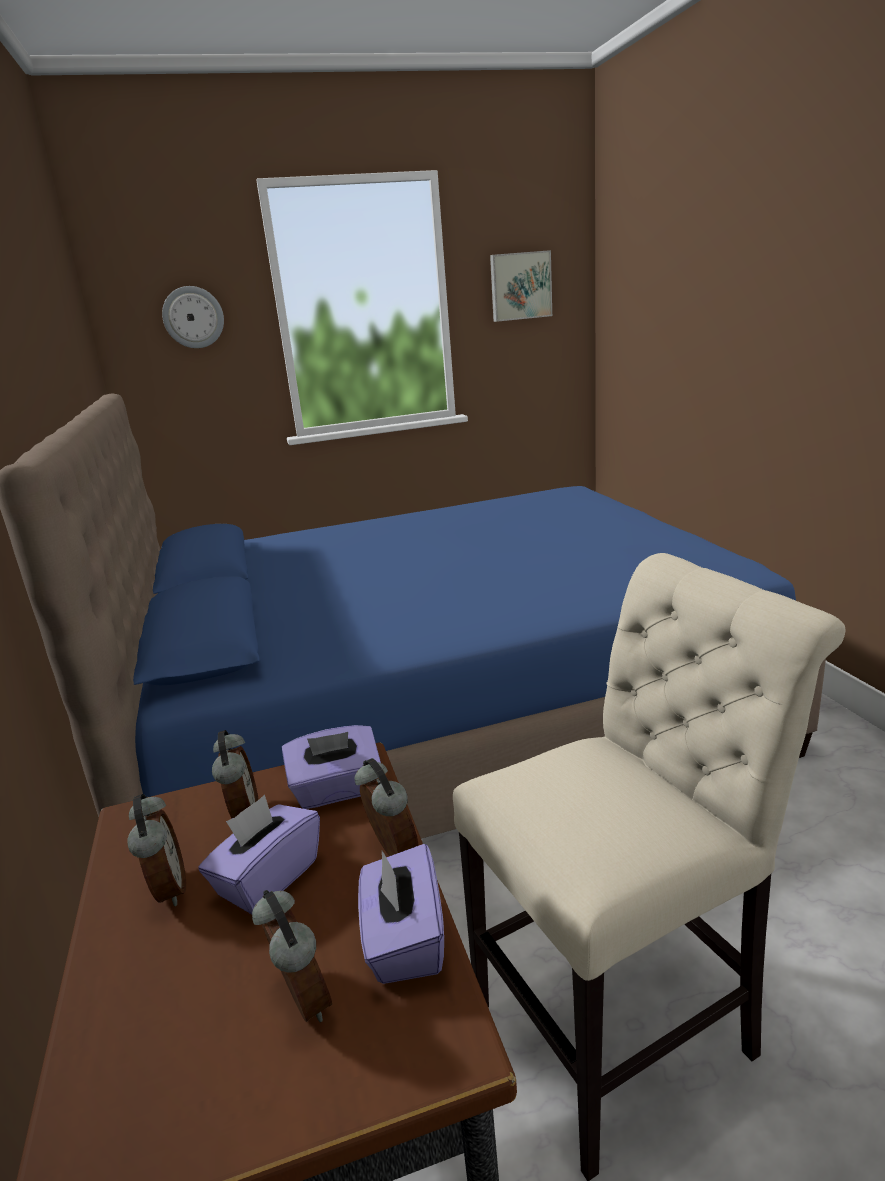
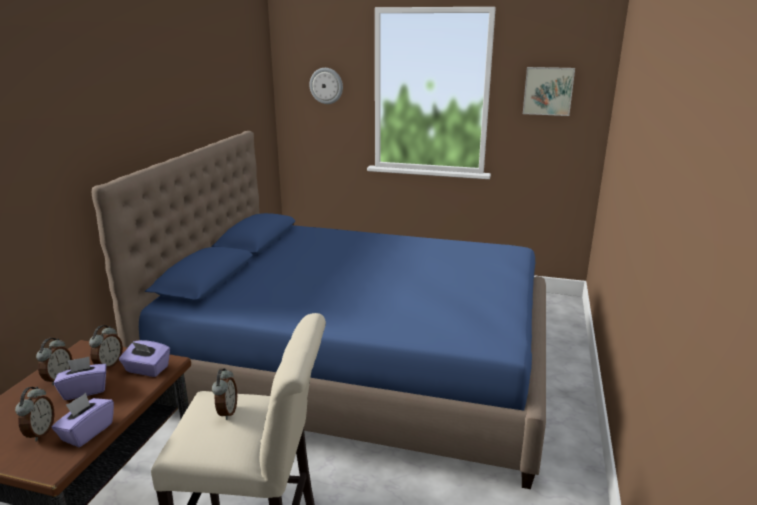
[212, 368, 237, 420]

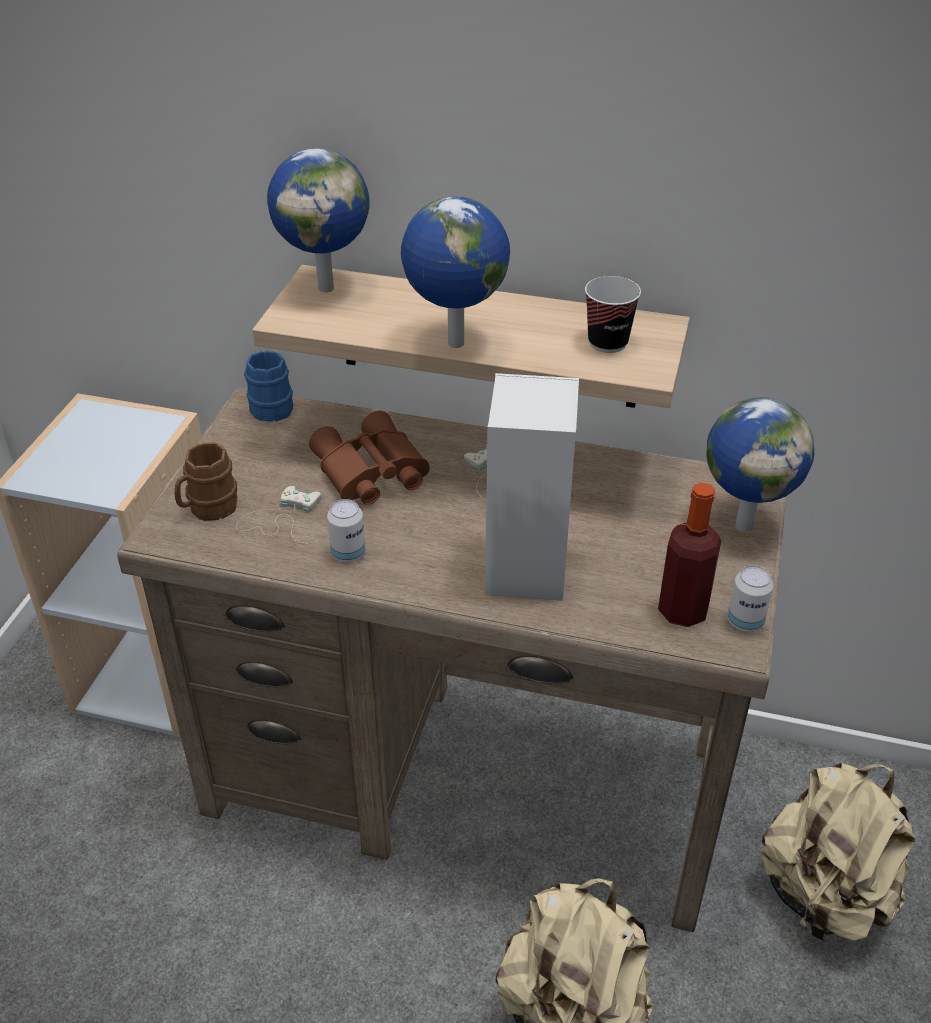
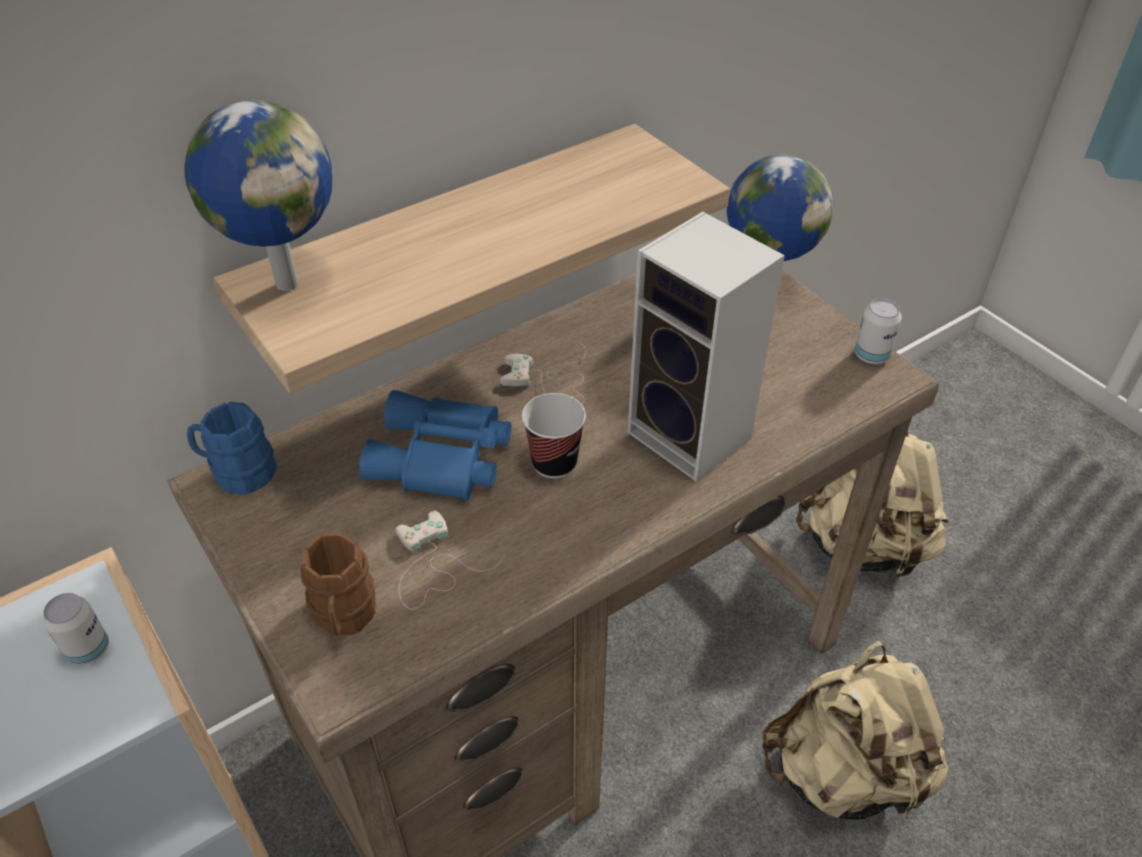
[401, 196, 510, 348] (first image)
[522, 393, 586, 479]
[359, 390, 511, 501]
[658, 482, 721, 627] (first image)
[43, 593, 109, 666]

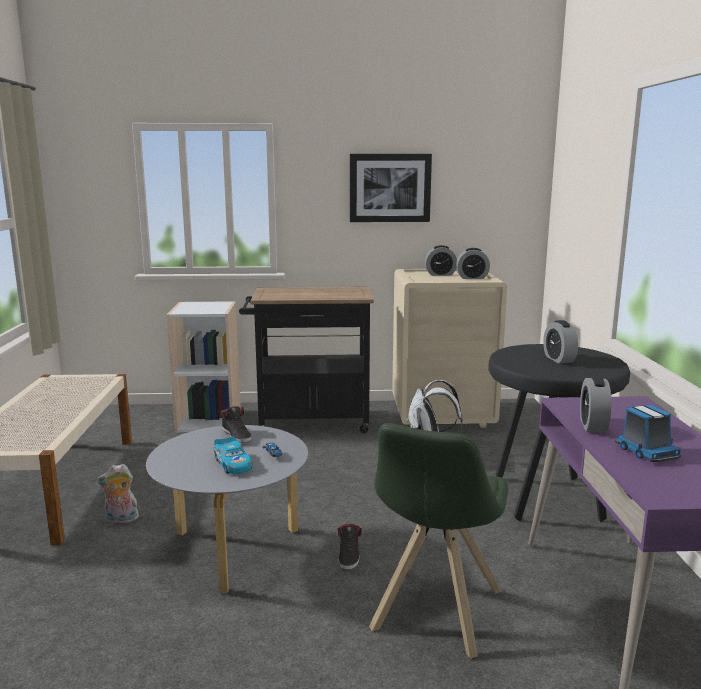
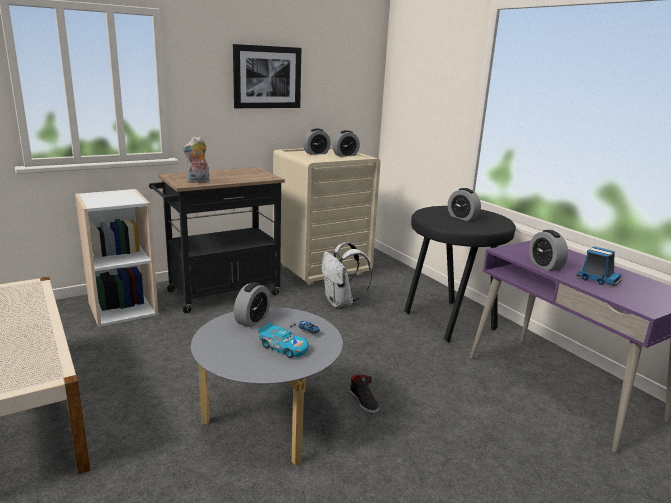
[234, 282, 271, 328]
[369, 423, 508, 659] (first image)
[182, 136, 209, 183]

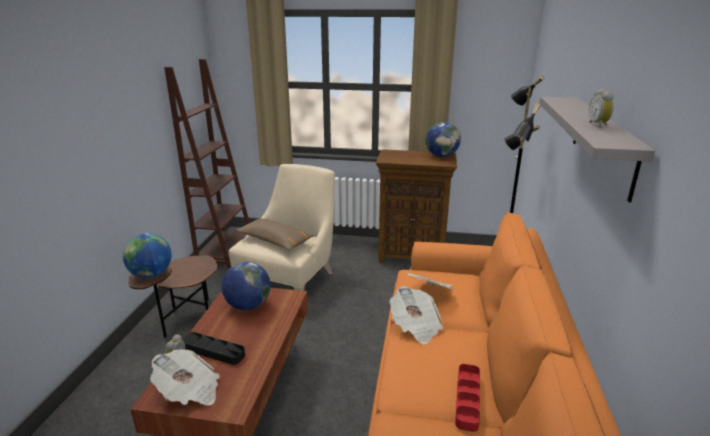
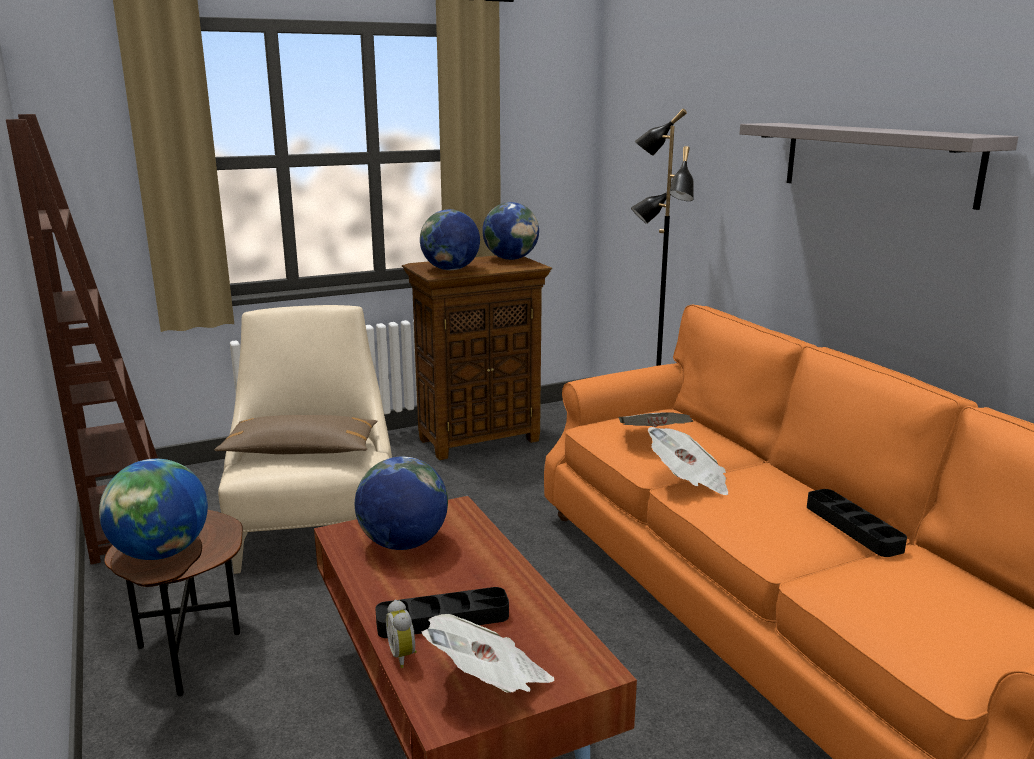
[589, 89, 614, 128] (first image)
[807, 489, 907, 557]
[420, 209, 480, 270]

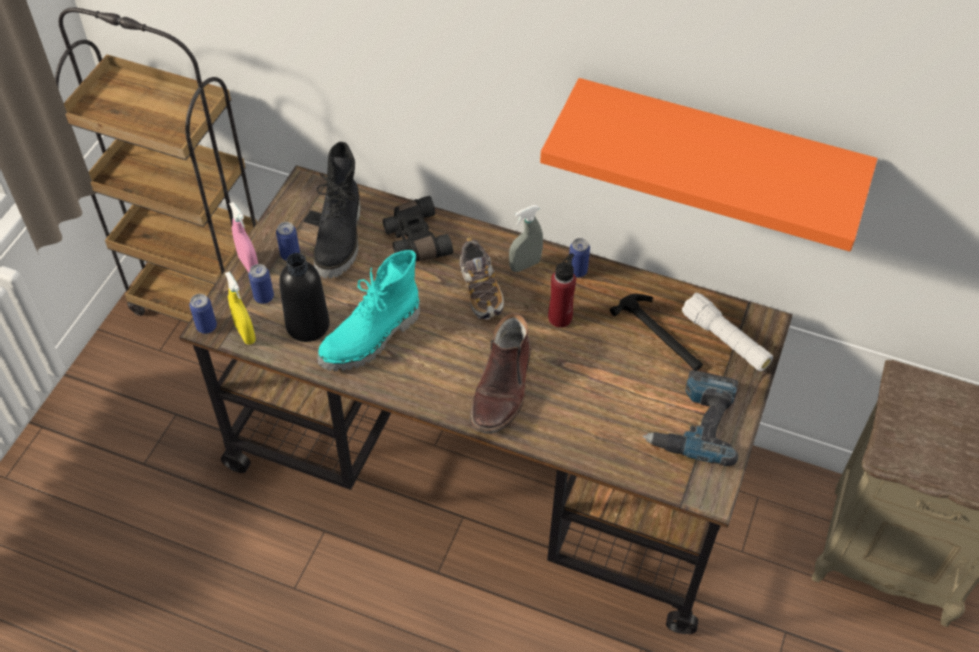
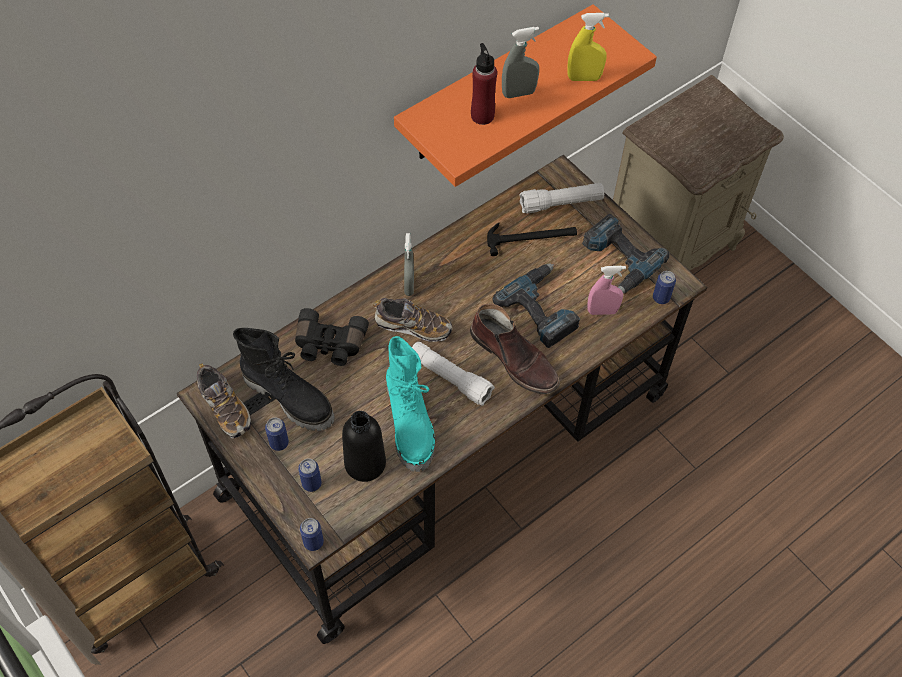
[587, 266, 626, 315]
[653, 271, 676, 304]
[471, 43, 497, 125]
[567, 13, 609, 81]
[502, 27, 539, 98]
[493, 263, 581, 348]
[412, 342, 495, 405]
[197, 363, 251, 438]

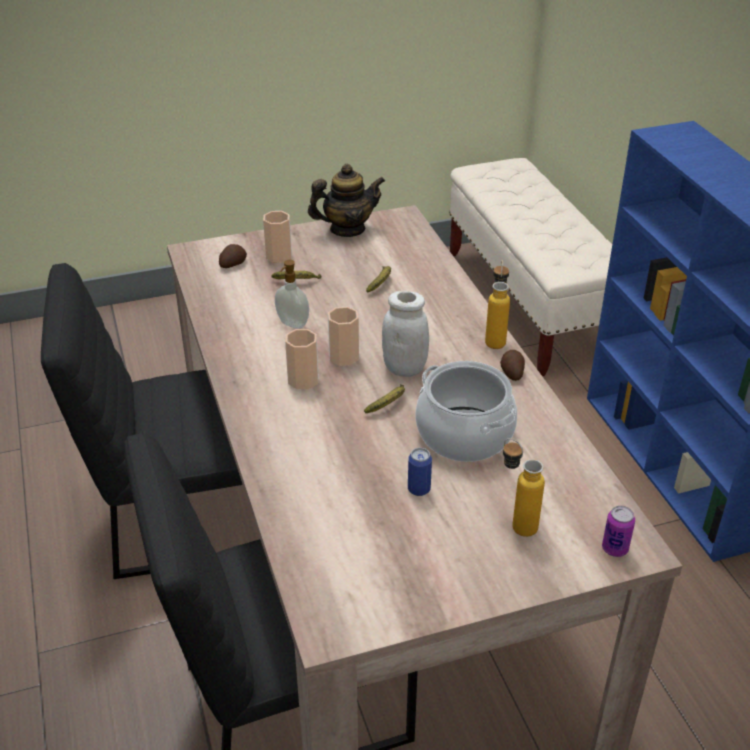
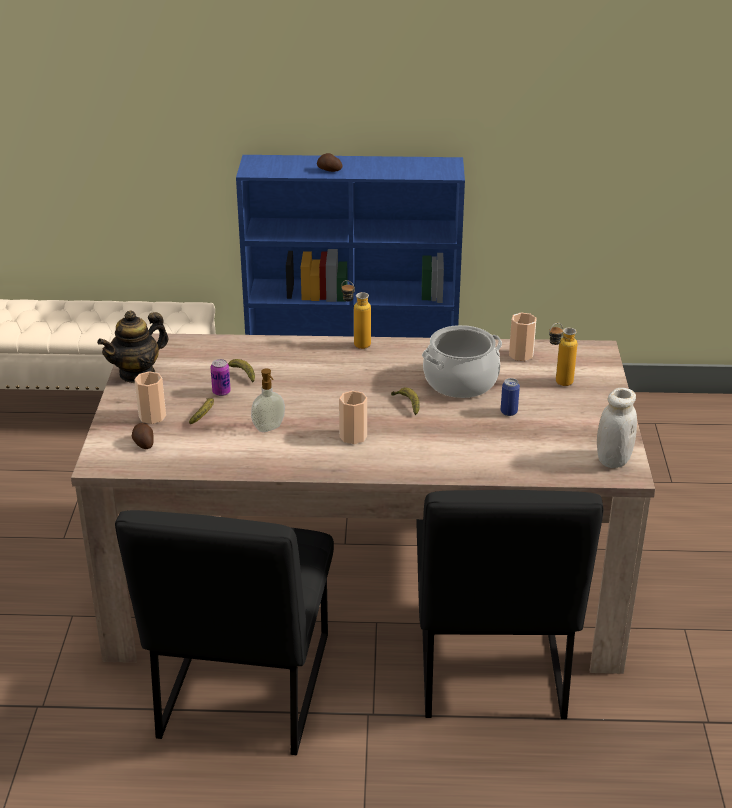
[97, 310, 169, 383]
[597, 388, 637, 468]
[509, 313, 537, 361]
[317, 153, 342, 172]
[211, 359, 231, 396]

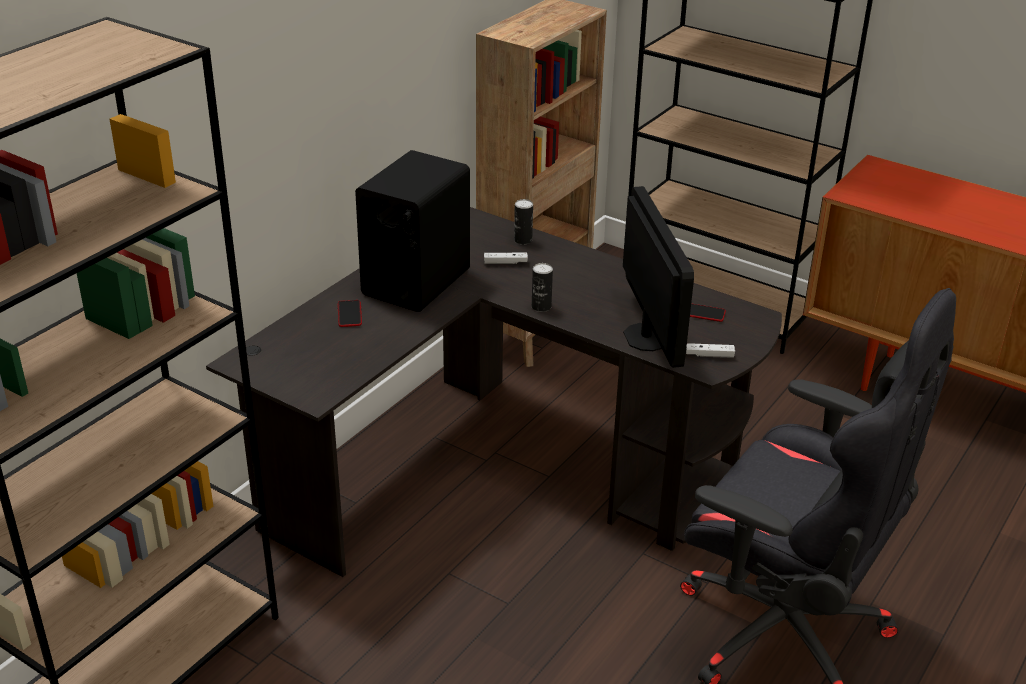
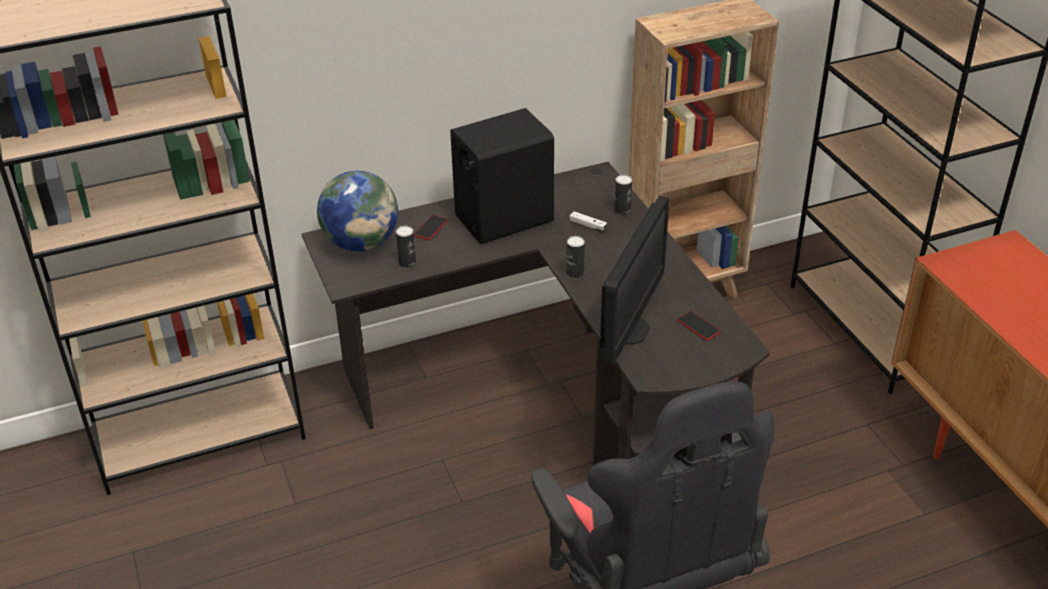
[686, 343, 735, 358] (first image)
[317, 171, 398, 252]
[396, 226, 416, 268]

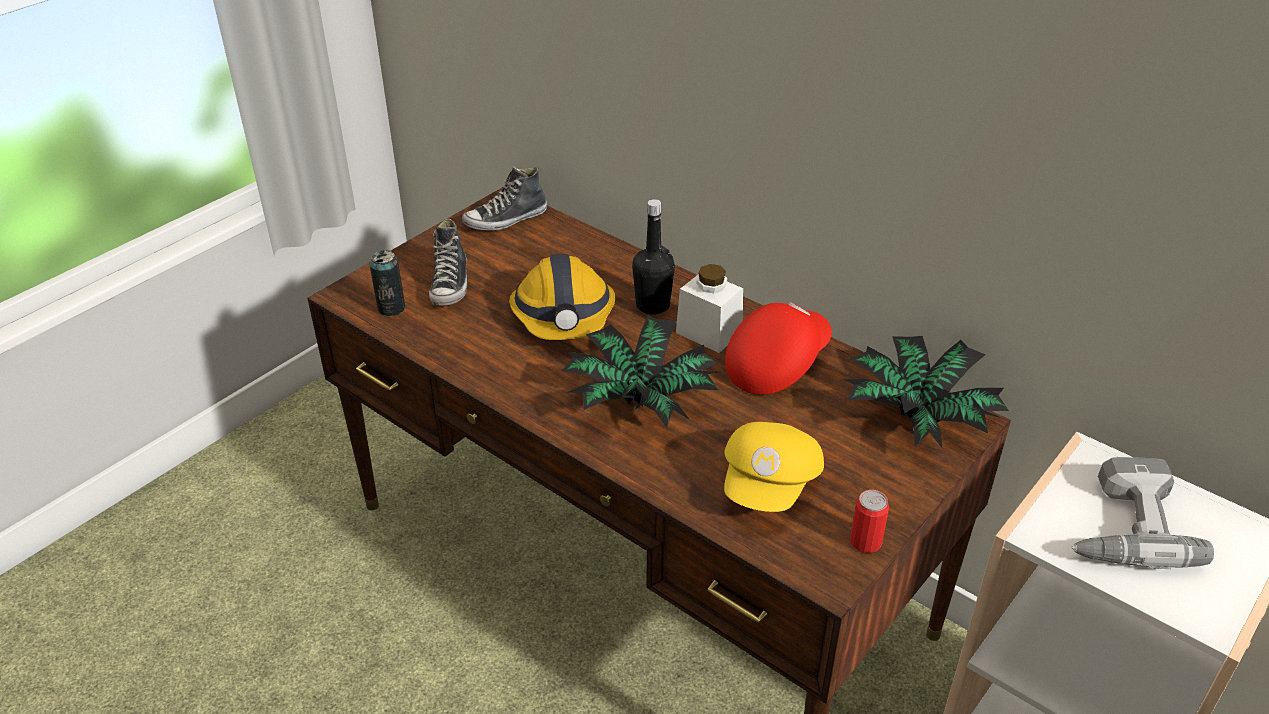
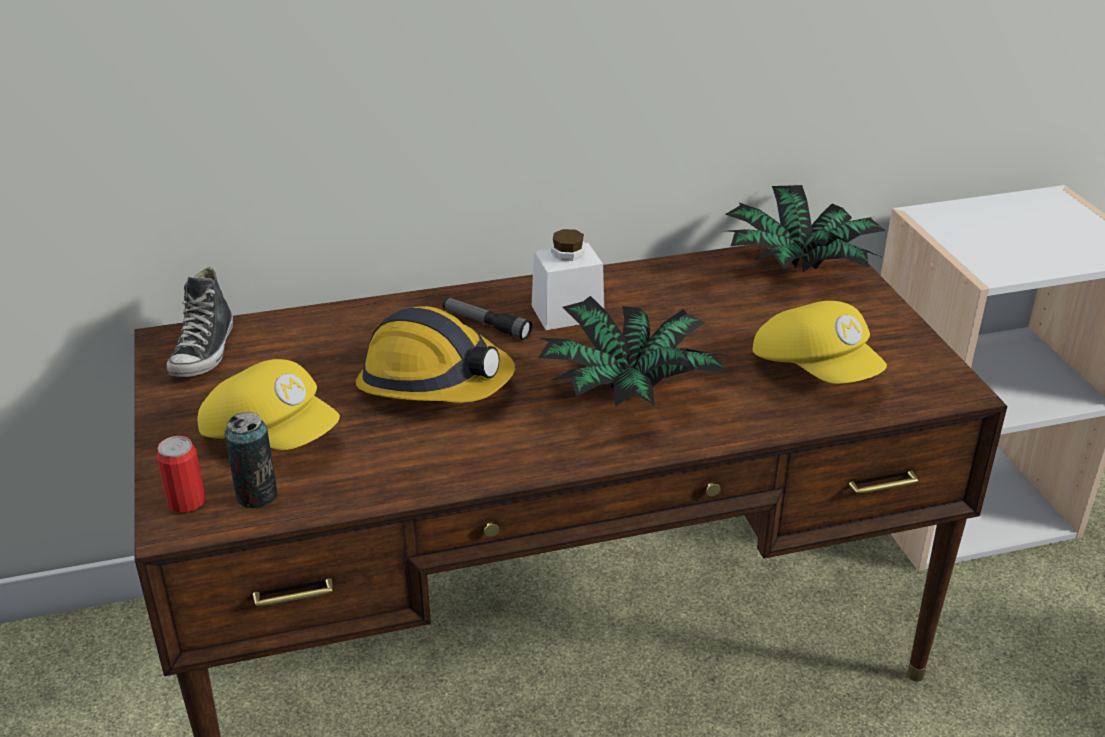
[443, 298, 533, 340]
[198, 359, 340, 450]
[725, 302, 832, 395] (first image)
[1071, 457, 1214, 569] (first image)
[157, 436, 206, 513]

